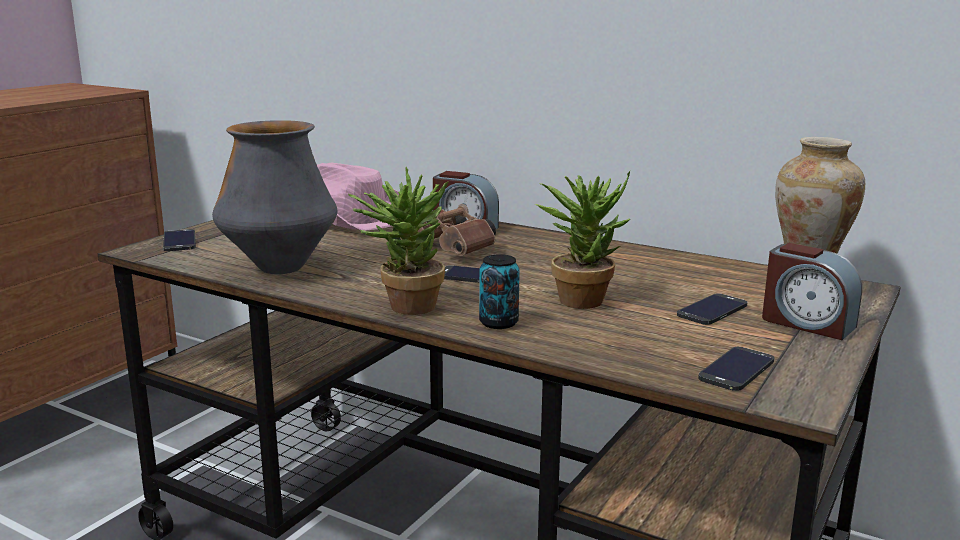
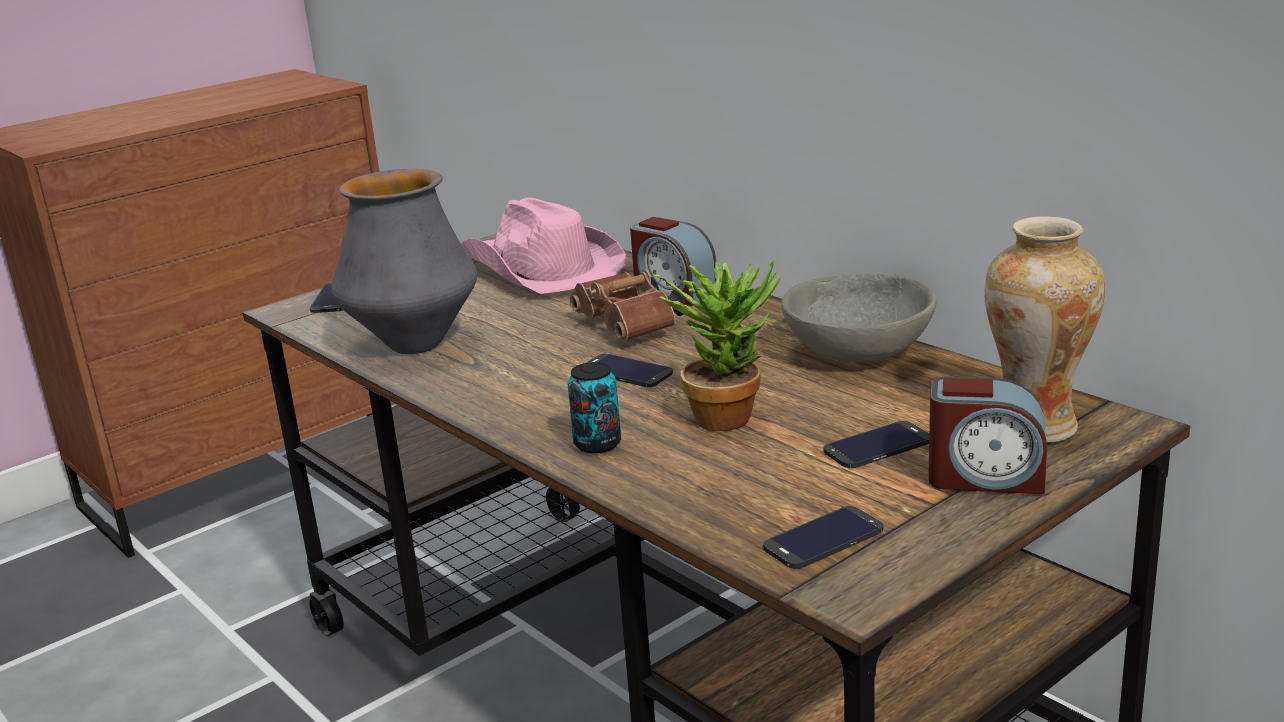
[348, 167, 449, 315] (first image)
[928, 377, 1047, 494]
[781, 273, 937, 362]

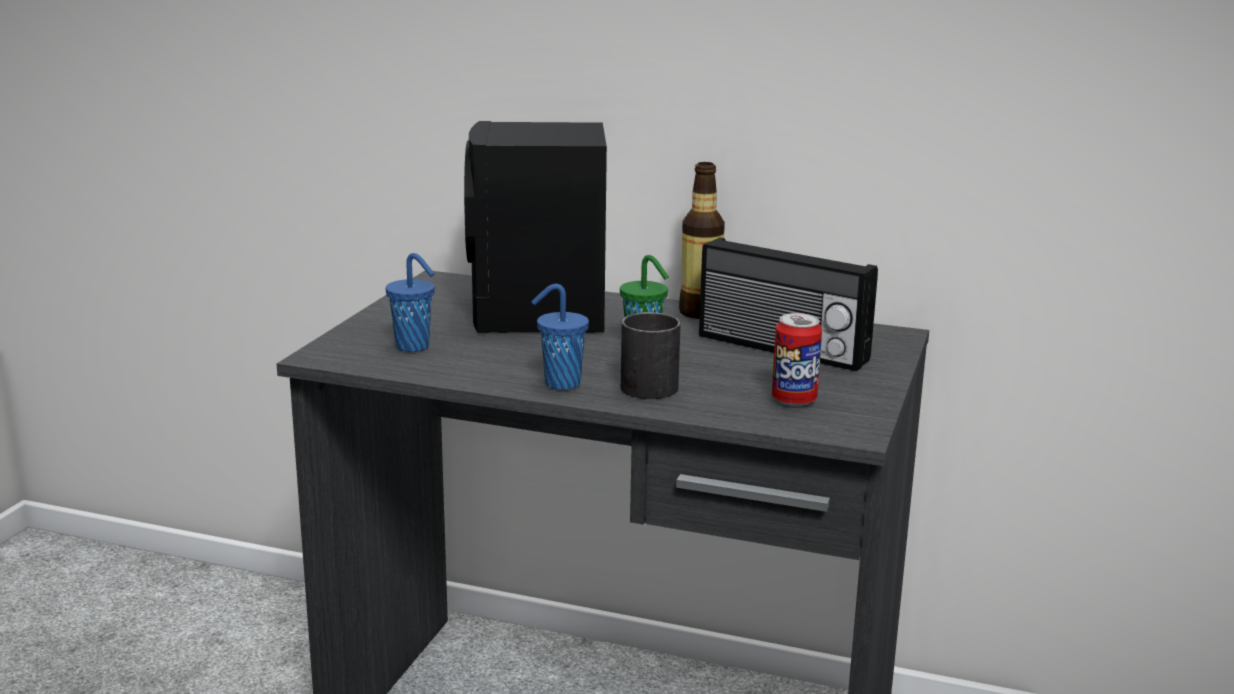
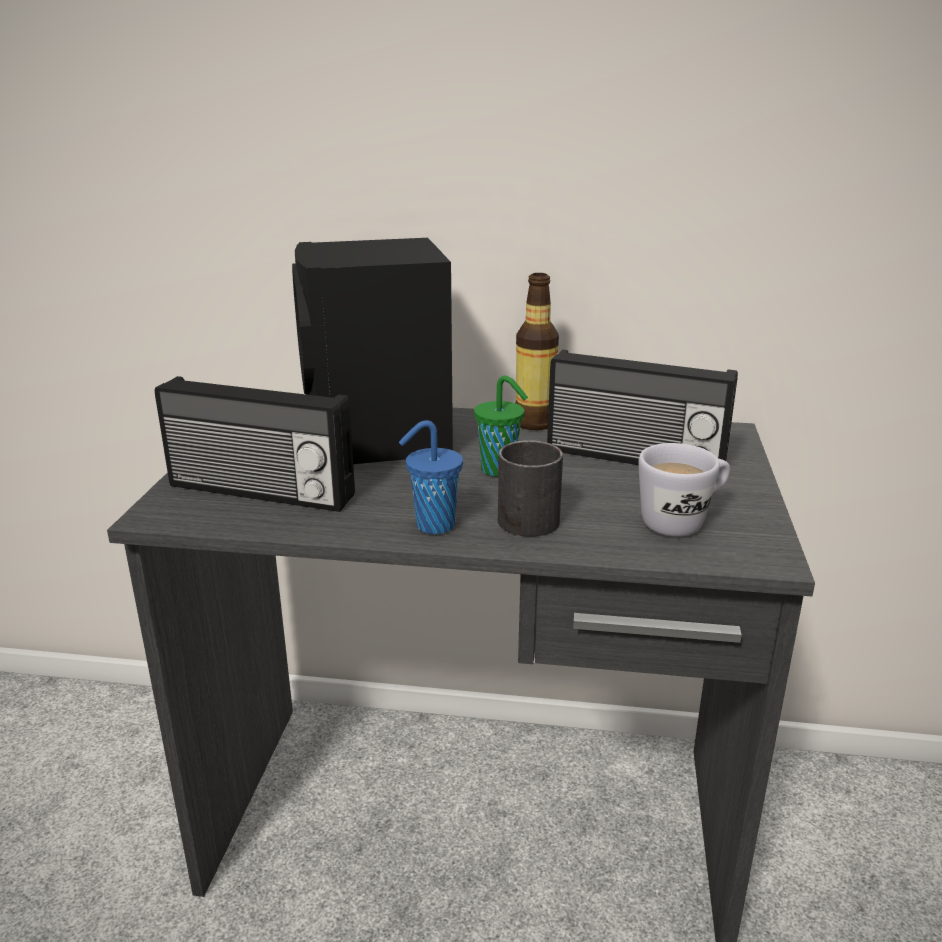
[155, 376, 355, 512]
[639, 443, 730, 537]

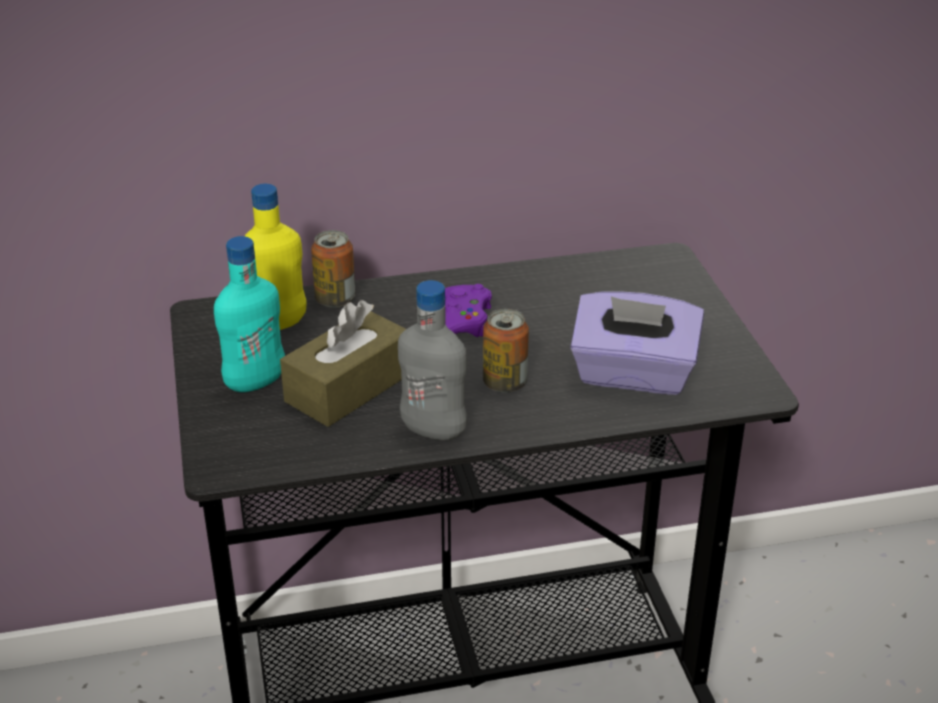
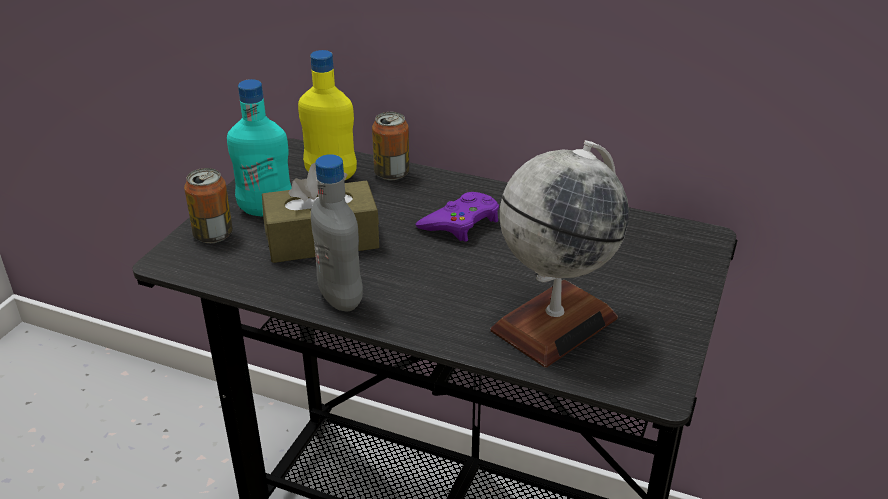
[490, 140, 629, 368]
[184, 168, 233, 243]

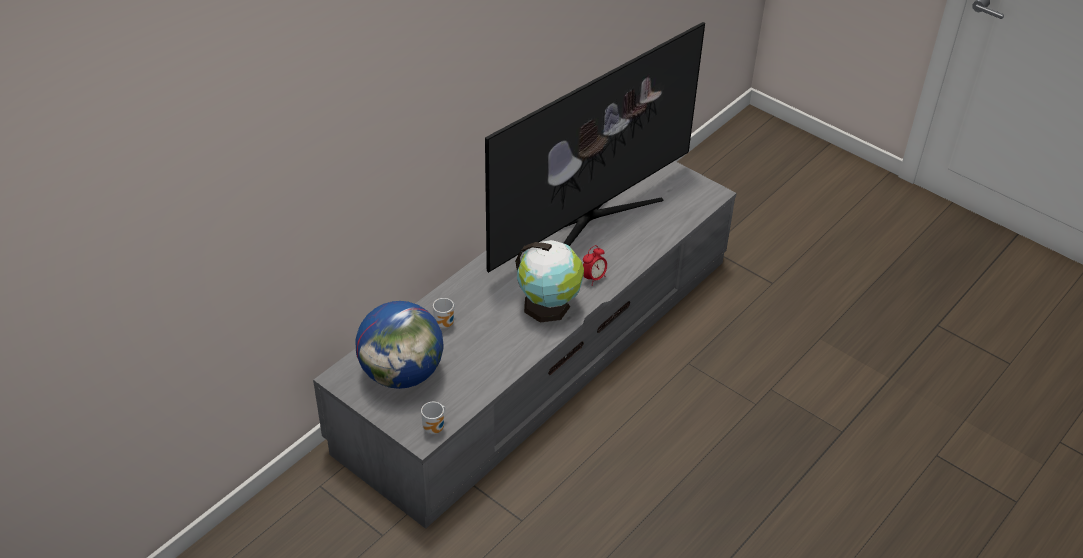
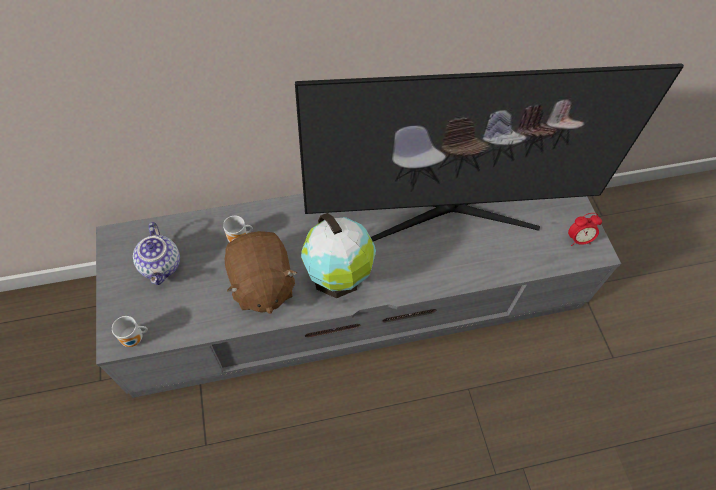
[568, 213, 602, 246]
[133, 222, 180, 285]
[225, 231, 297, 314]

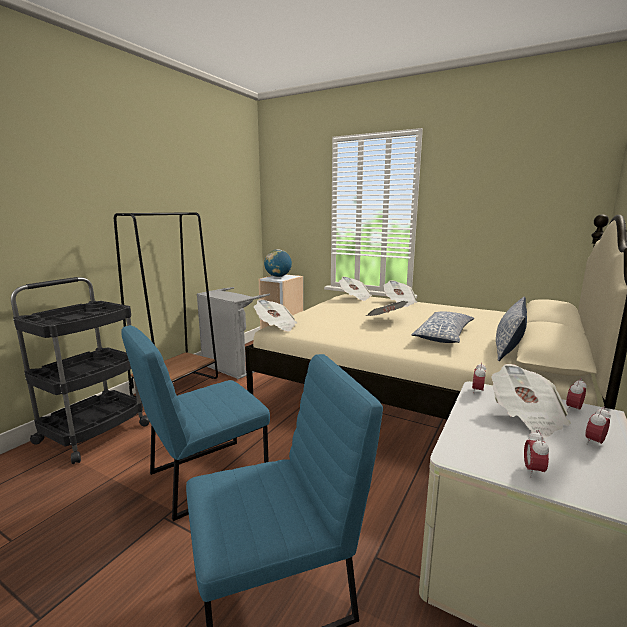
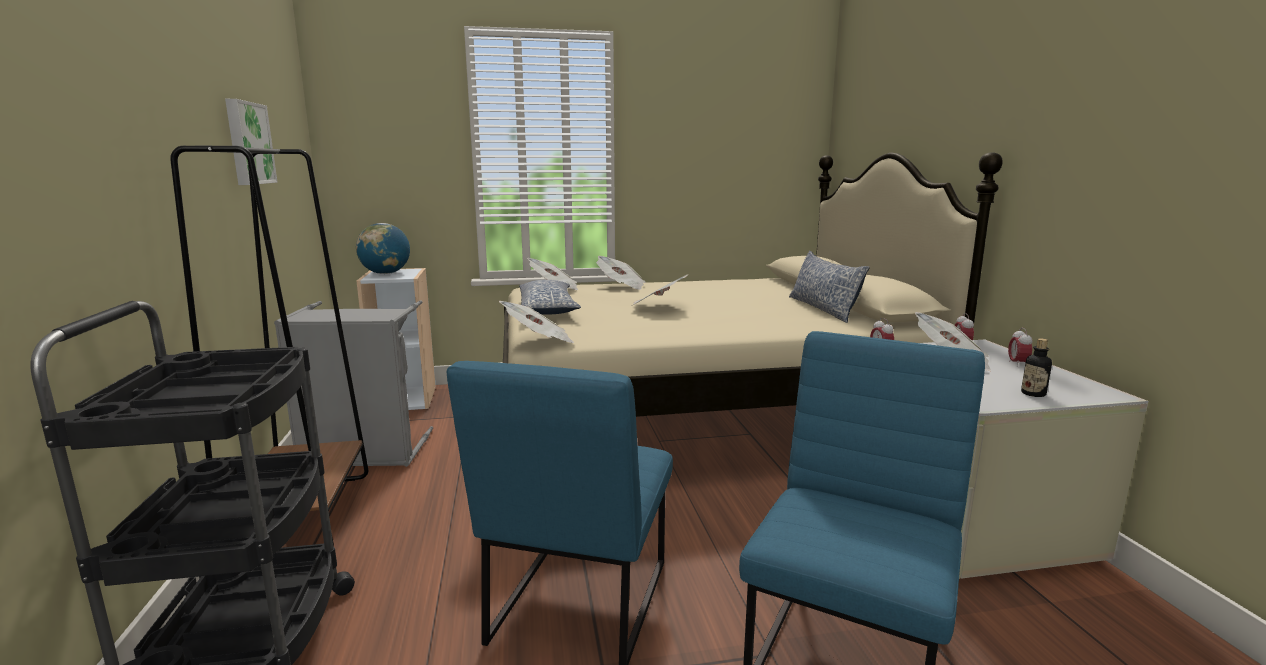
[519, 280, 581, 315]
[1021, 338, 1052, 397]
[225, 99, 278, 185]

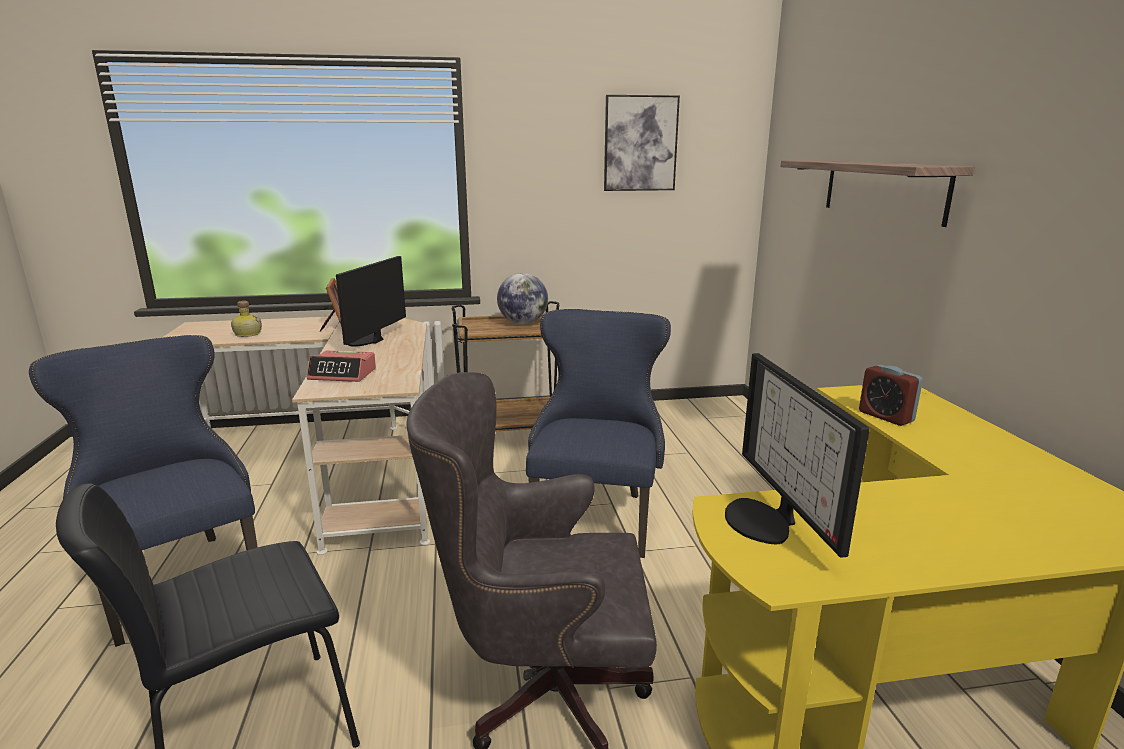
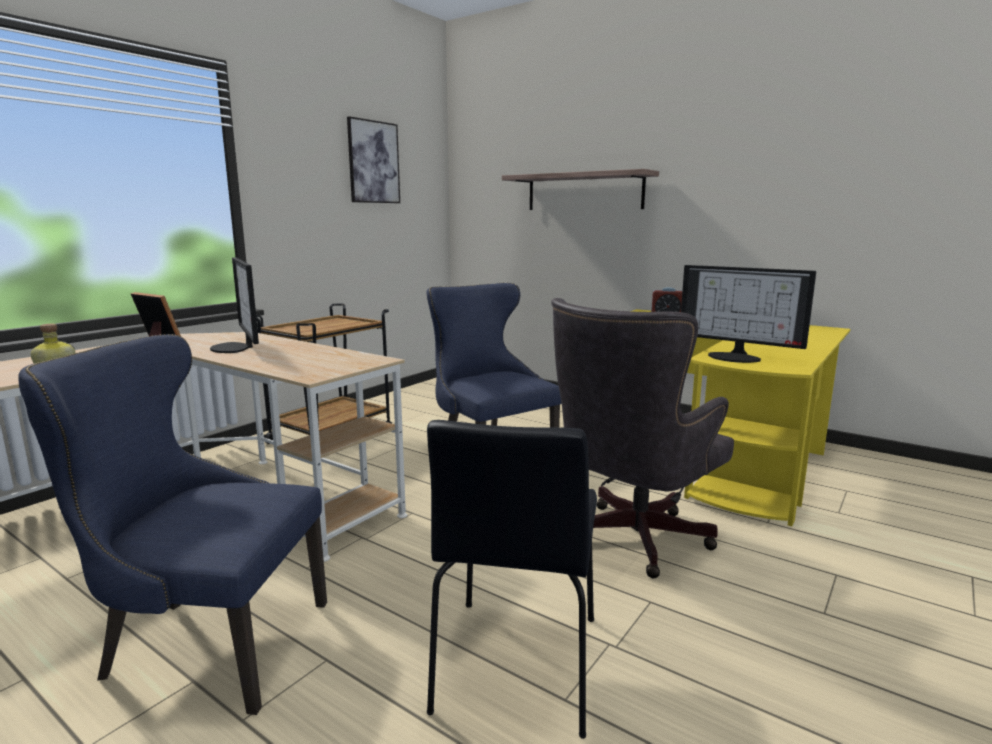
[497, 273, 548, 324] (first image)
[307, 351, 376, 382] (first image)

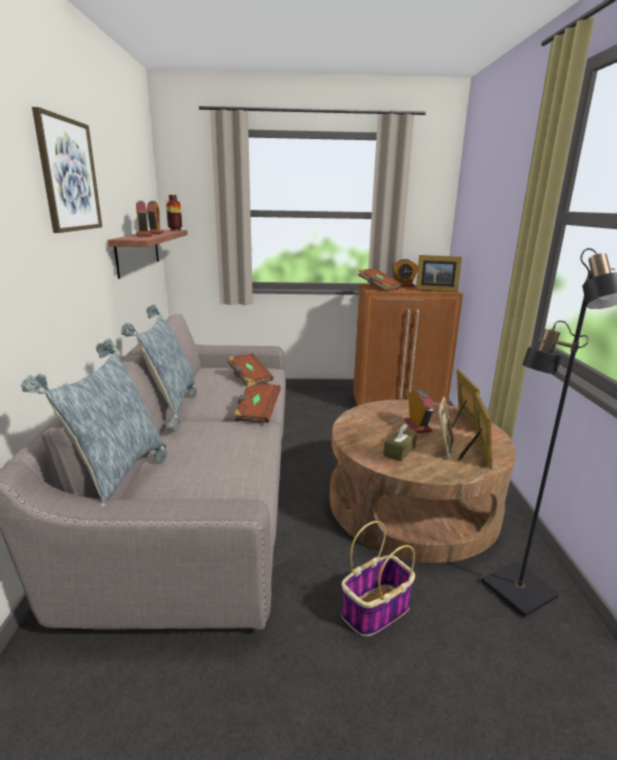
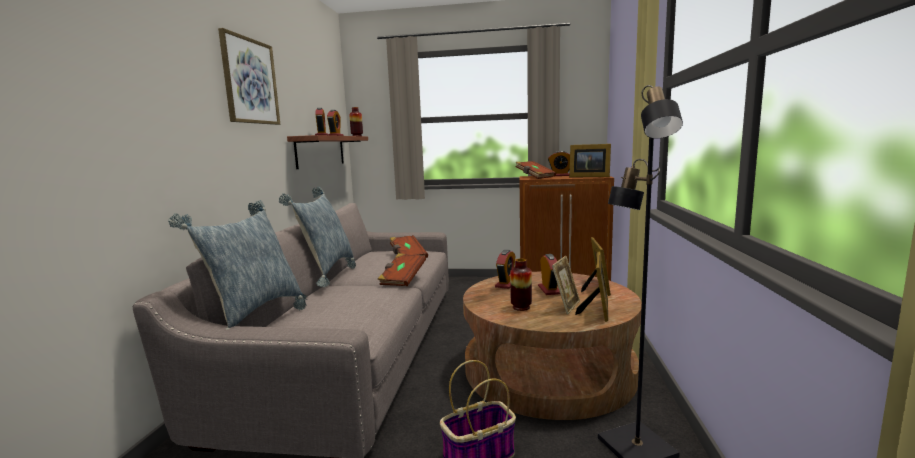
[510, 259, 532, 311]
[495, 250, 516, 289]

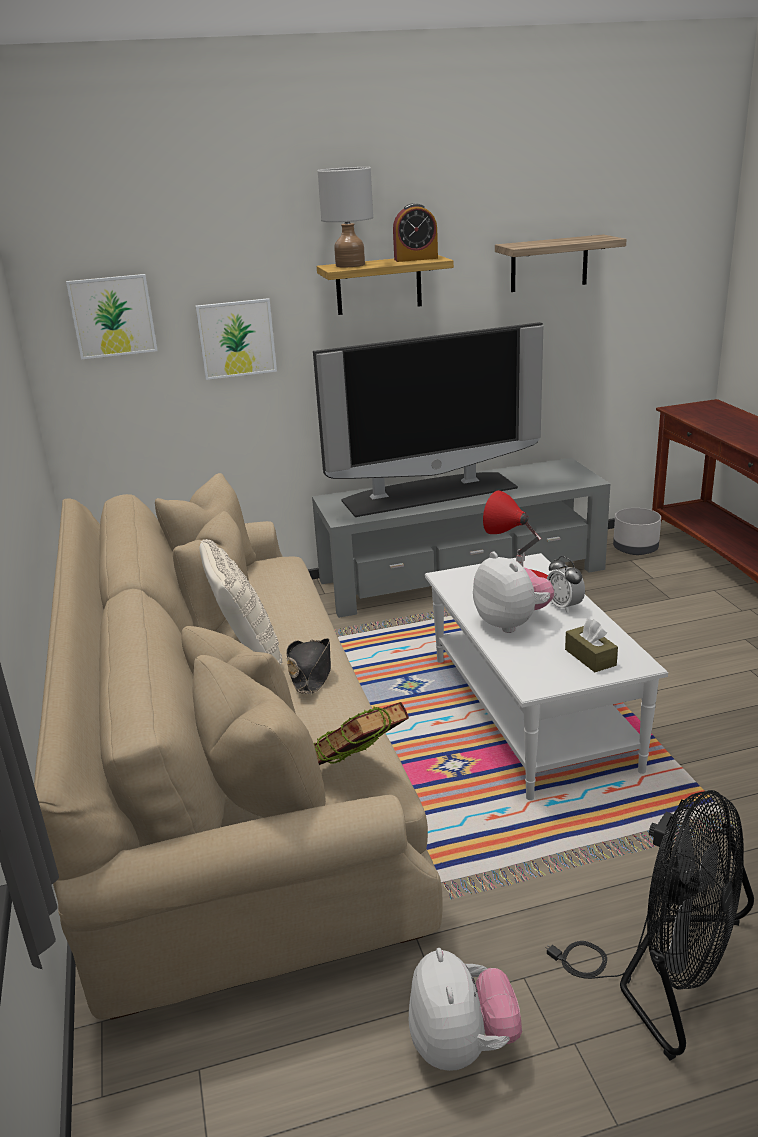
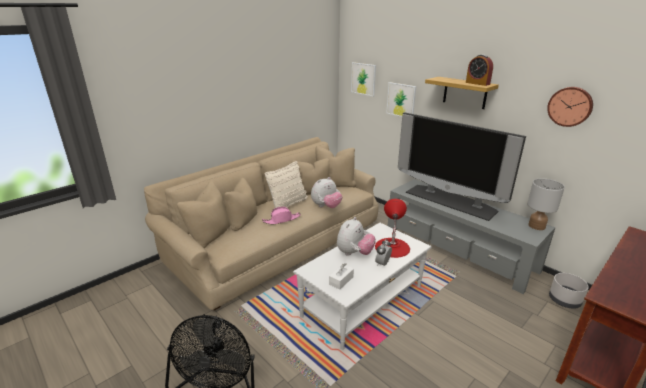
[527, 179, 565, 230]
[547, 87, 593, 127]
[329, 263, 354, 290]
[262, 207, 301, 224]
[314, 702, 409, 765] (first image)
[311, 177, 342, 208]

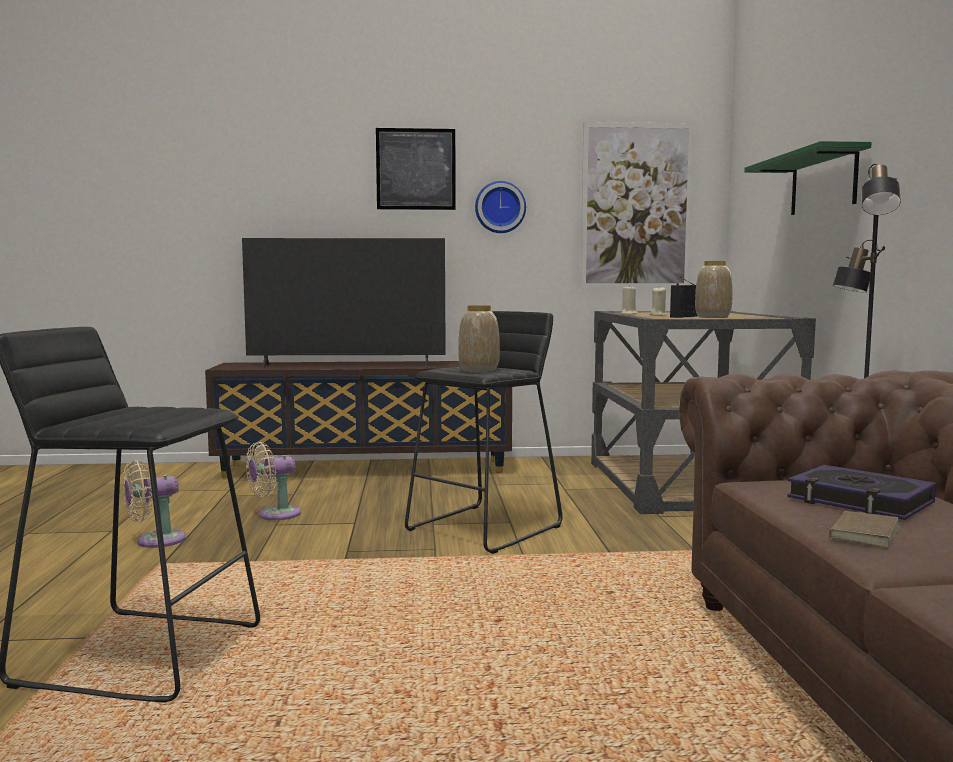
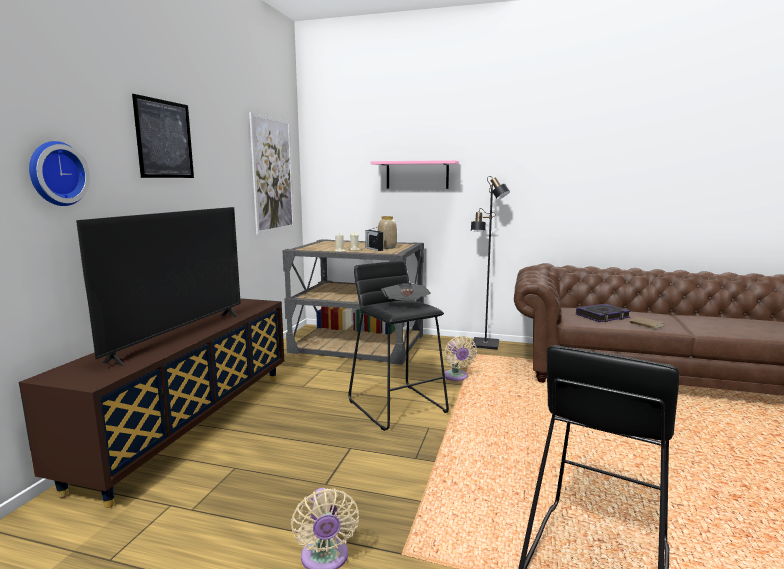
[370, 160, 459, 189]
[29, 141, 90, 206]
[381, 283, 431, 301]
[444, 336, 477, 381]

